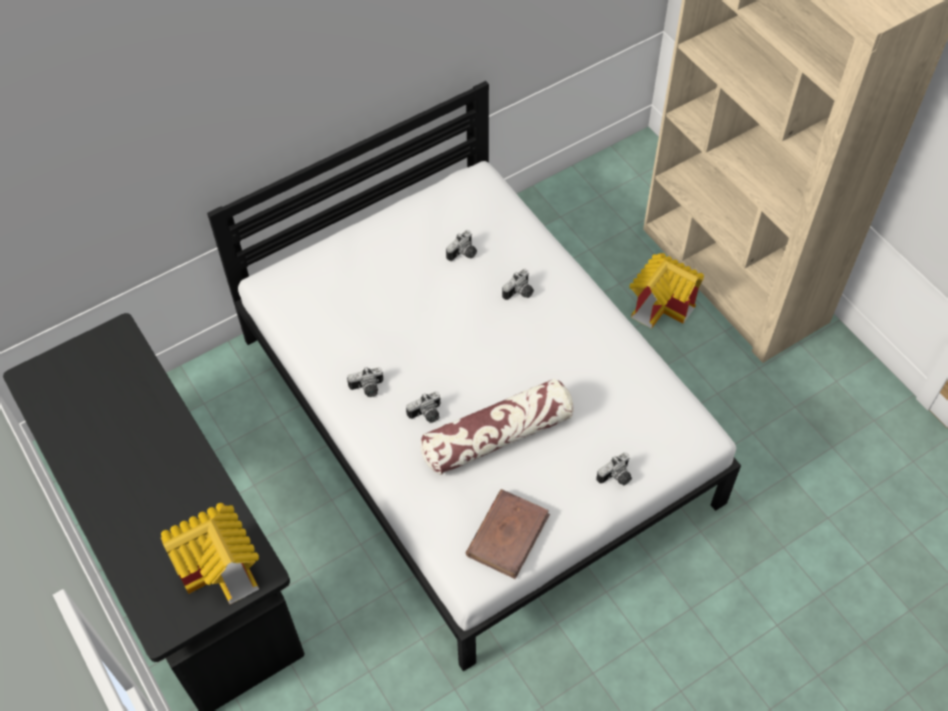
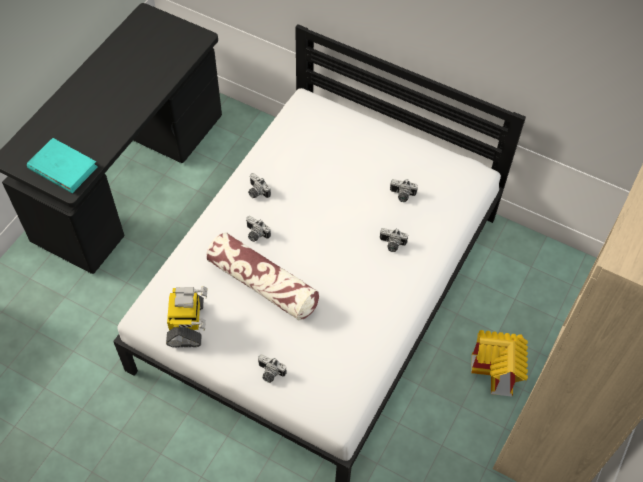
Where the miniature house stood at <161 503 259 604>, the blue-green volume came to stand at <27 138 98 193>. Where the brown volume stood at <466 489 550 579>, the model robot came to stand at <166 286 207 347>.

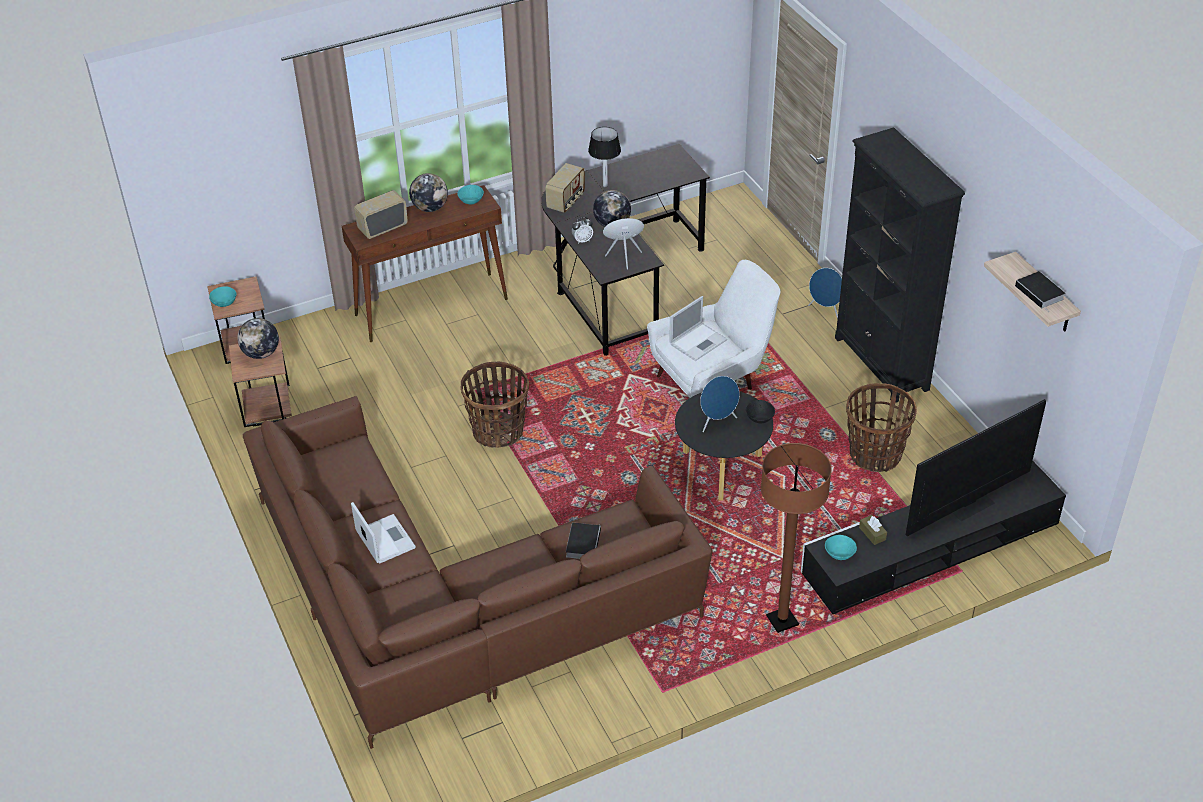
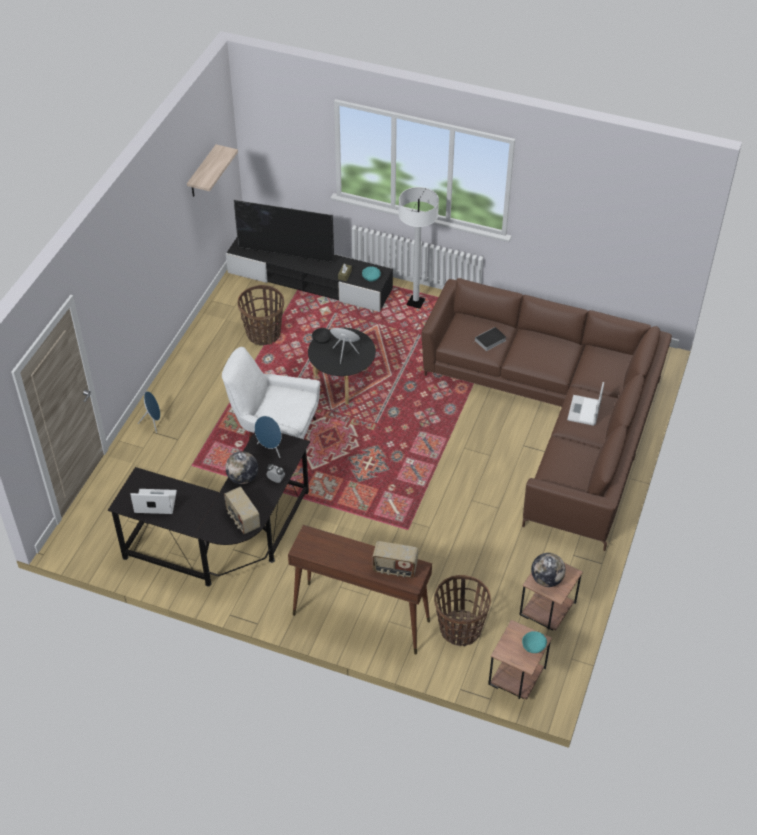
The second view lost the globe at <409 173 448 212>. The second view lost the blue-green deep dish at <457 185 484 204>. The second view lost the table lamp at <588 127 621 187>. The second view lost the black-coloured bookshelf at <835 127 965 403>. The second view lost the volume at <1015 271 1065 312>. The household basket ended up elsewhere, having gone from <461 362 529 448> to <434 575 491 646>. The notebook computer ended up elsewhere, having gone from <669 296 727 361> to <130 489 177 514>. What was the brown standing lamp at <761 443 832 633> turned into the white-coloured standing lamp at <398 187 439 309>. The radio at <545 163 585 213> ended up facing another way, 105 degrees counterclockwise from before.

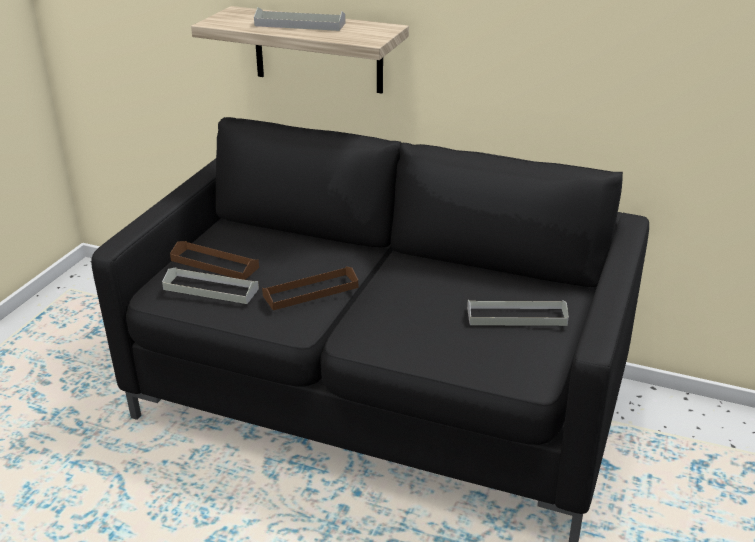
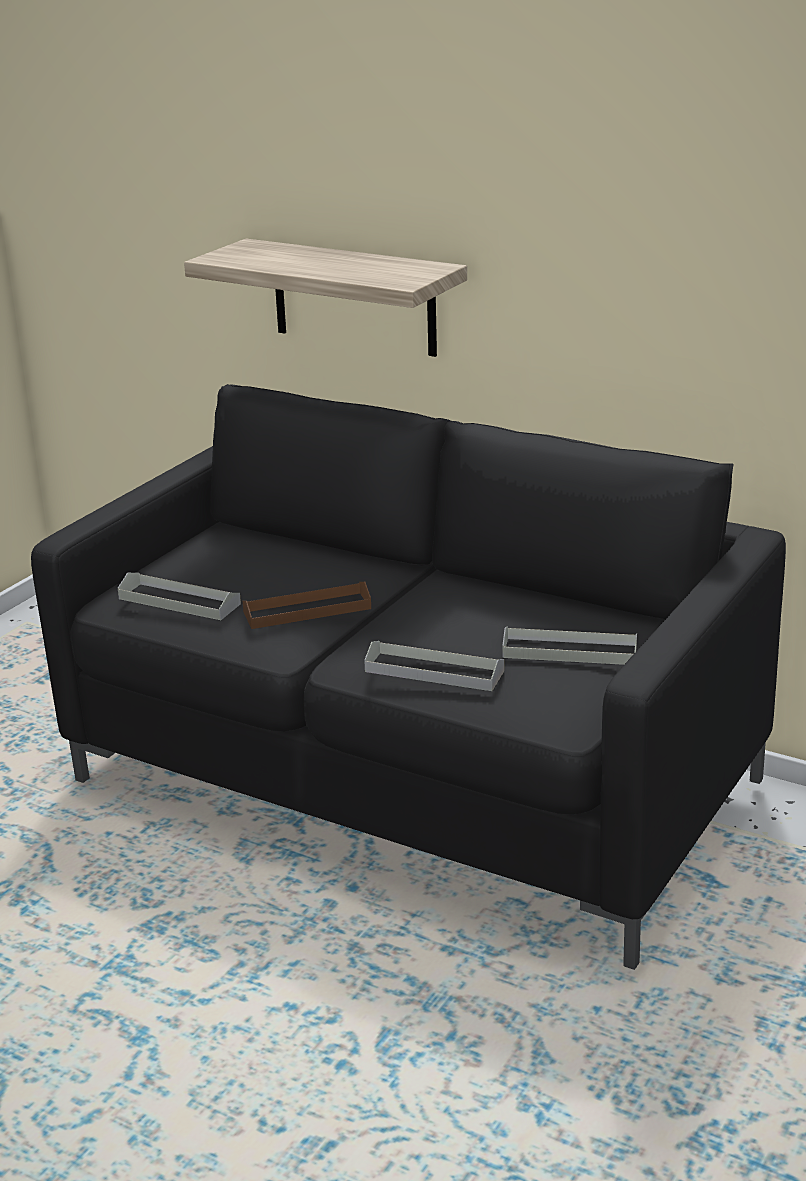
The second view lost the brown tray at <170 241 259 280>. The greyish tray ended up elsewhere, having gone from <254 7 346 31> to <364 641 504 691>.

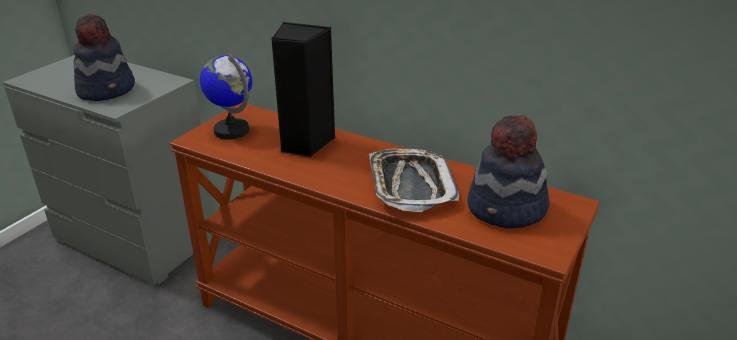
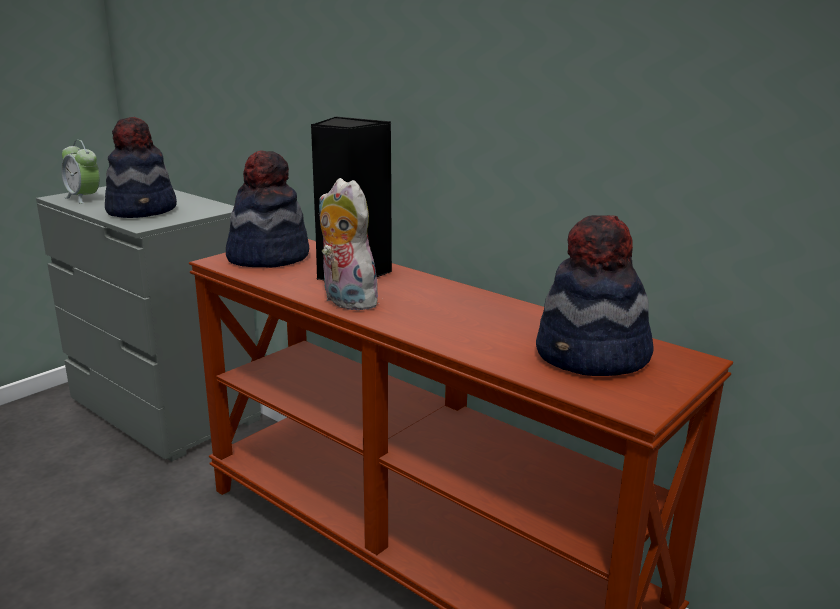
The second view lost the tray at <369 149 459 212>. The second view gained the table clock at <61 140 100 204>. The second view gained the cuddly toy at <319 178 379 311>. Where the globe stood at <200 54 252 139>, the hat came to stand at <226 151 309 268>.

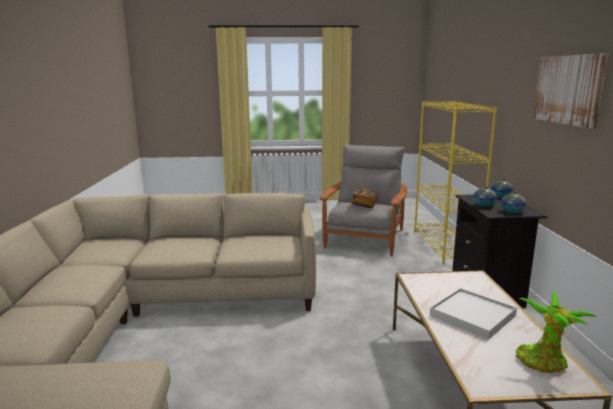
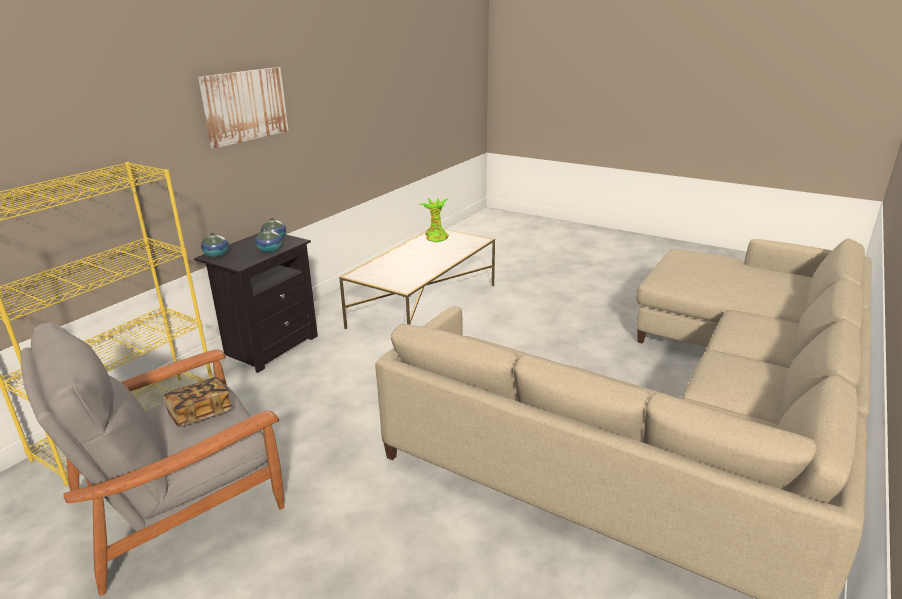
The second view lost the white-coloured tray at <430 288 517 340>.

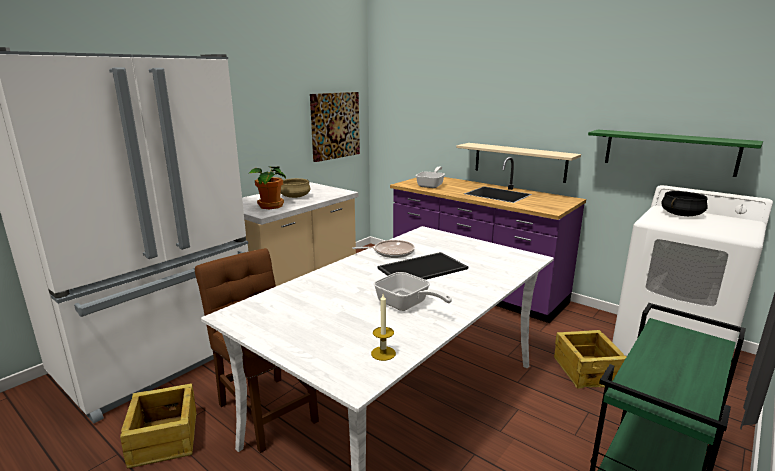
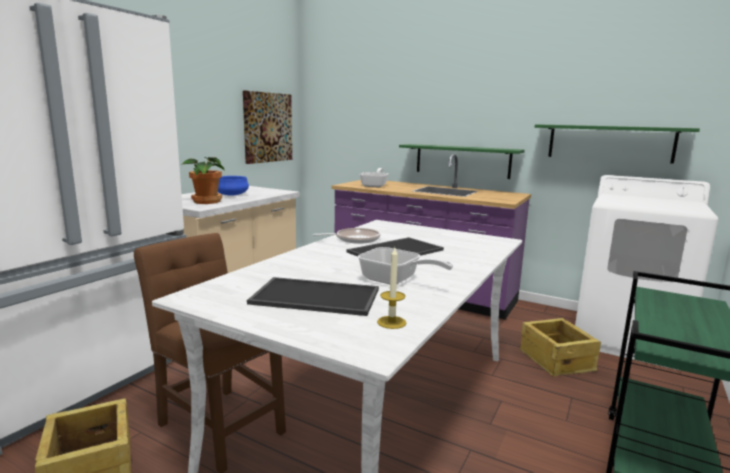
The second view lost the black-coloured stockpot at <661 191 708 216>. The second view gained the tray at <247 277 379 316>. What was the beige-coloured stockpot at <281 178 310 198> turned into the blue-coloured stockpot at <218 176 249 196>. What was the beige-coloured bracket shelf at <456 143 581 183> turned into the green-coloured bracket shelf at <399 144 525 179>.

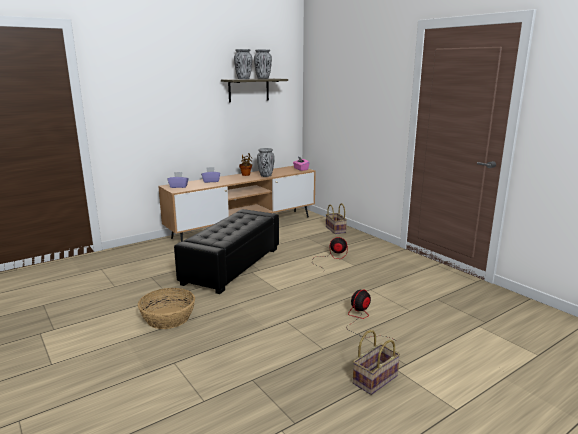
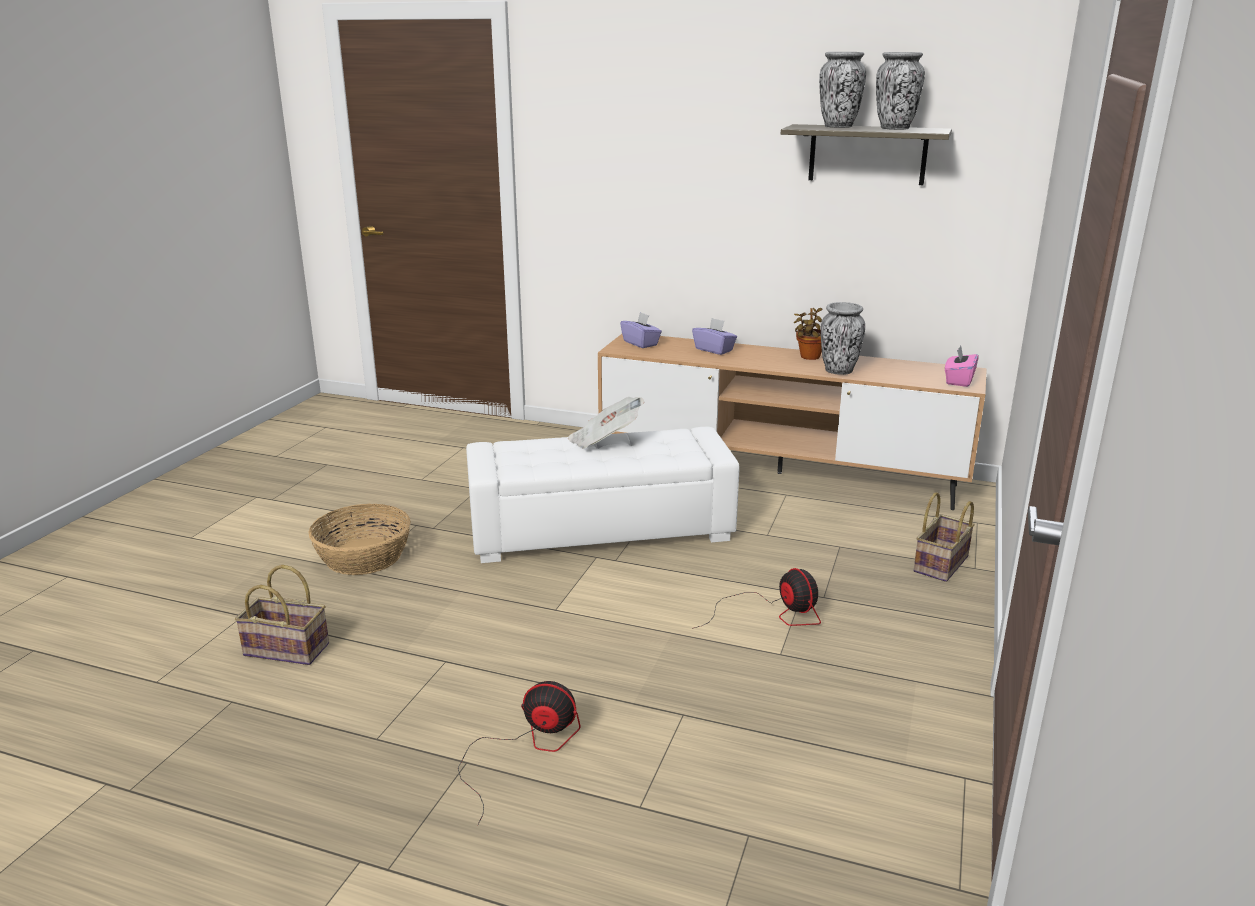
The second view gained the newspaper at <568 397 645 449>. The household basket ended up elsewhere, having gone from <353 330 400 395> to <235 565 329 665>. What was the black-coloured footrest at <174 209 279 294> turned into the white-coloured footrest at <466 427 739 563>.

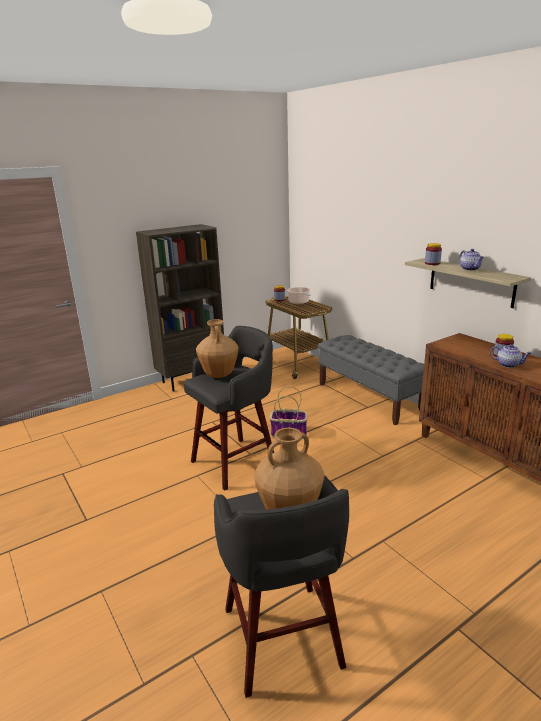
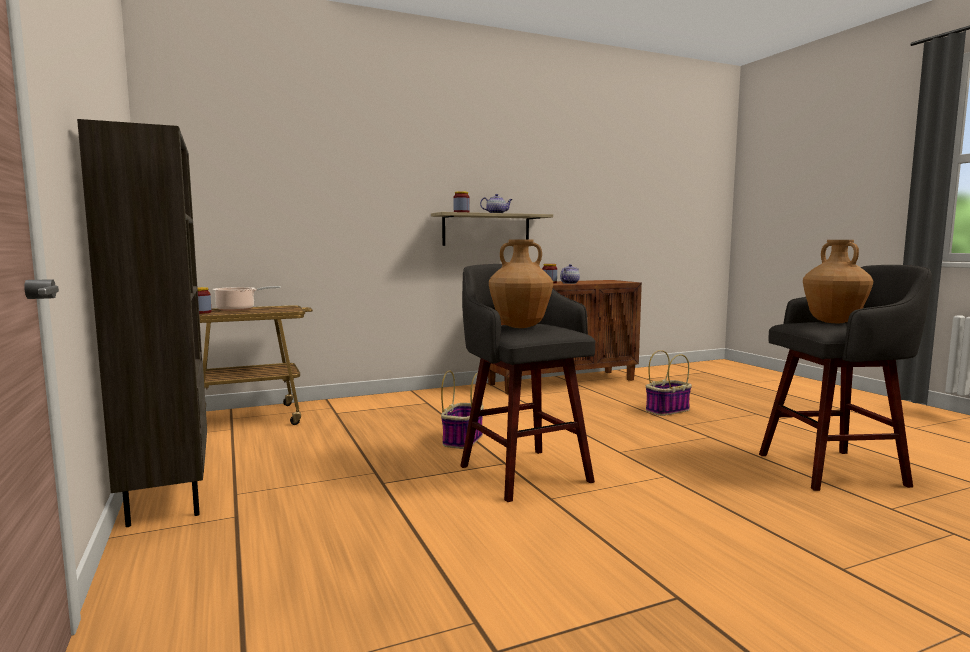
The second view lost the greyish bench at <318 335 424 425>. The second view gained the household basket at <646 350 692 416>.

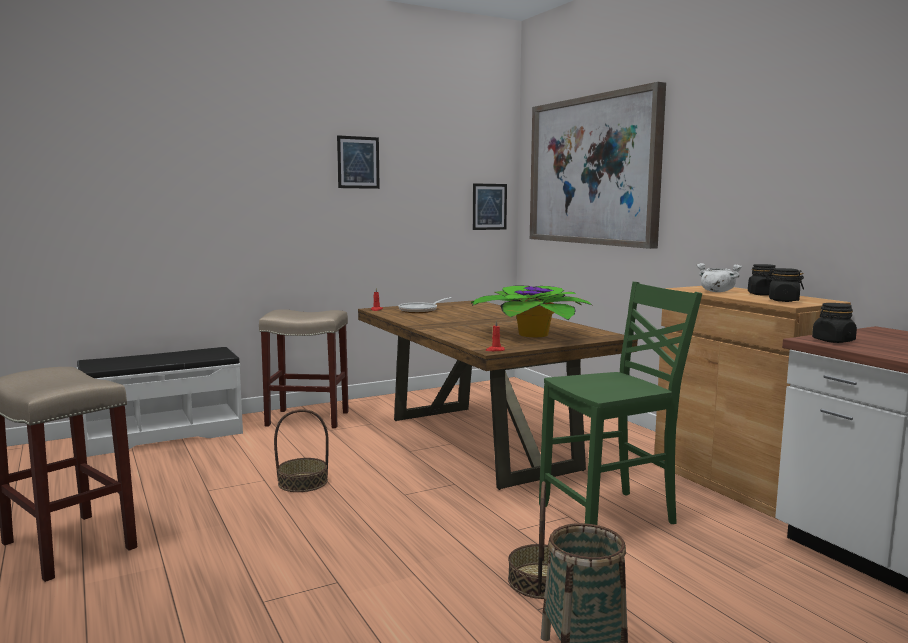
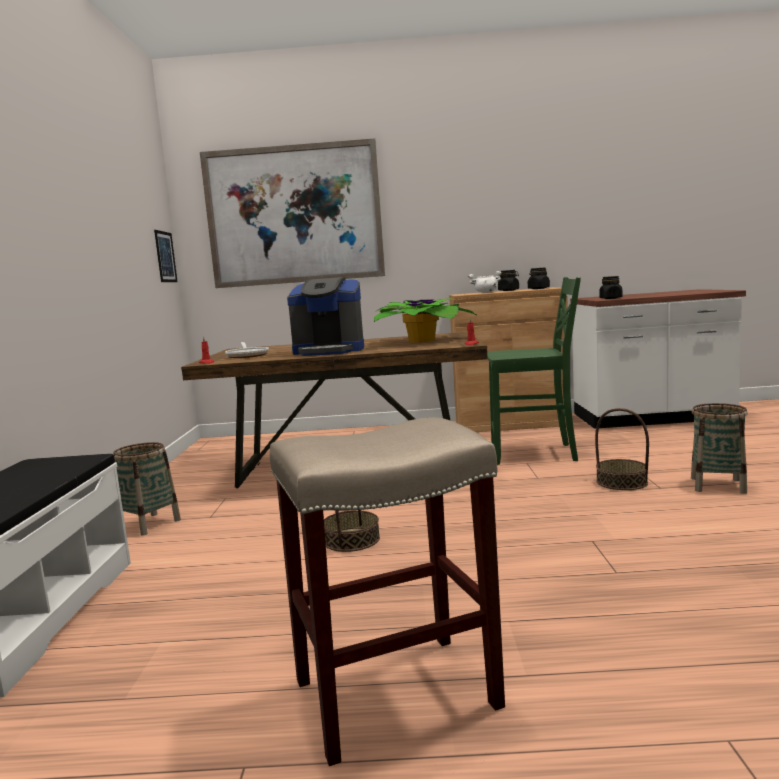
The second view lost the wall art at <337 135 380 189>. The second view gained the coffee maker at <287 277 364 356>. Where the beige-coloured stool stood at <259 309 349 428>, the household basket came to stand at <113 442 181 535>. The green-coloured upright chair at <539 282 702 525> ended up facing another way, 90 degrees clockwise from before.

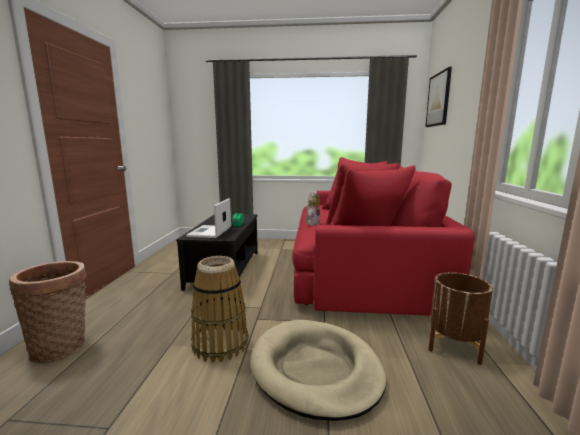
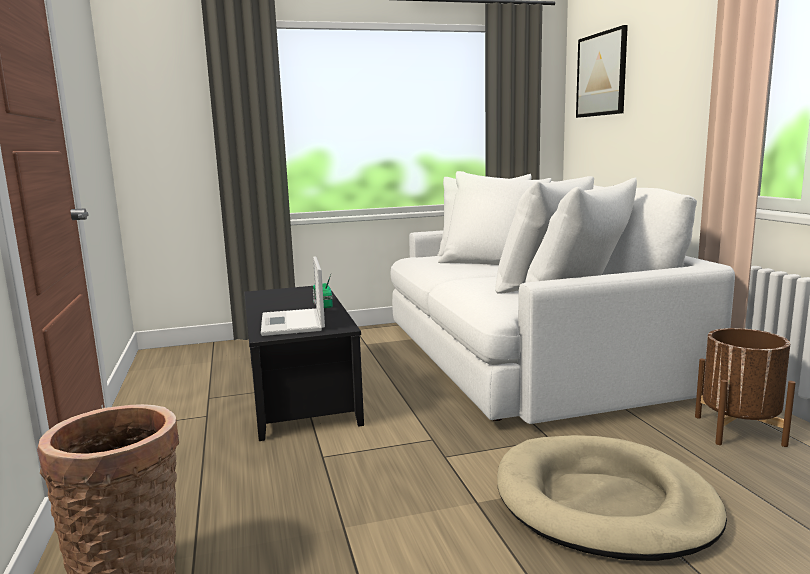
The second view lost the household basket at <191 256 248 363>. The second view lost the cuddly toy at <306 191 320 226>. What was the reddish couch at <292 157 475 316> turned into the white-coloured couch at <391 171 735 424>.

